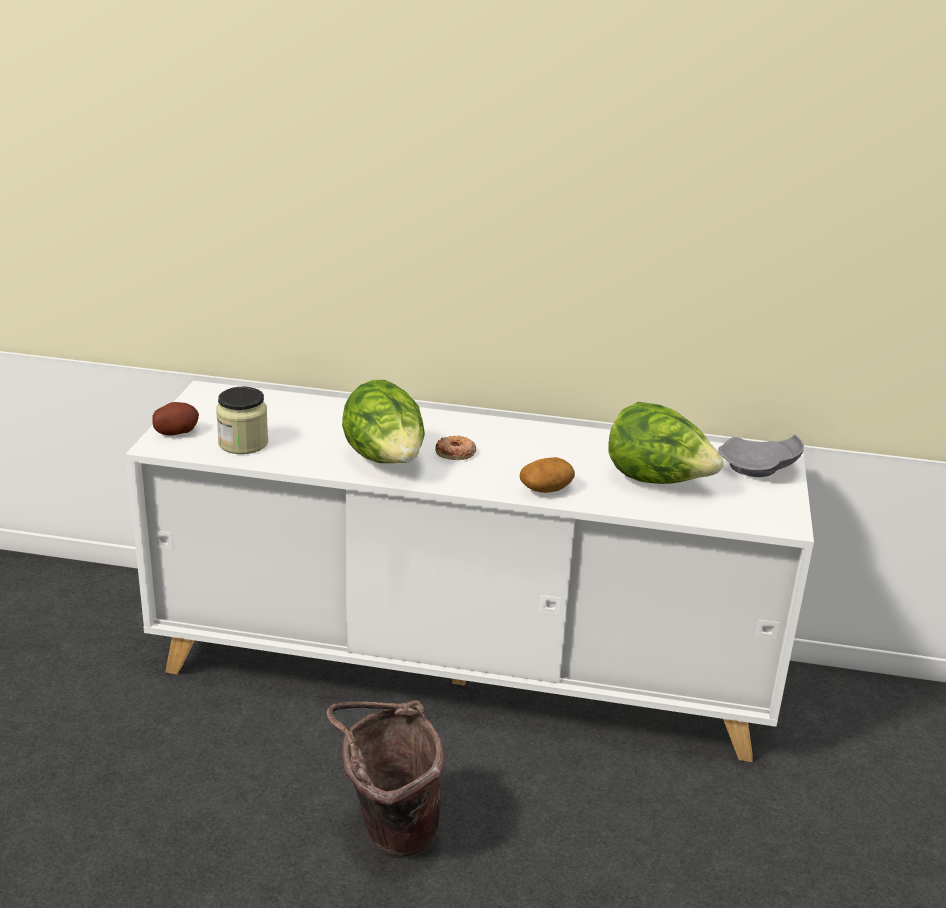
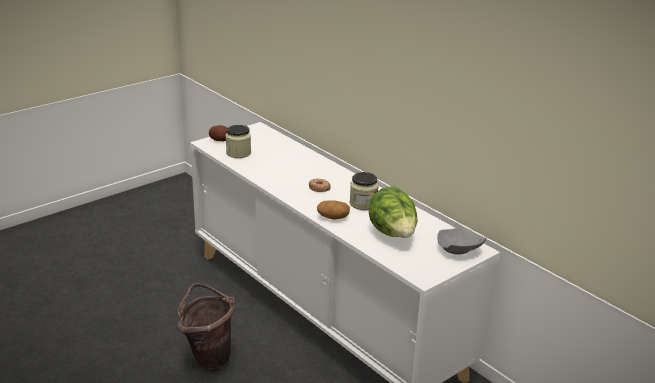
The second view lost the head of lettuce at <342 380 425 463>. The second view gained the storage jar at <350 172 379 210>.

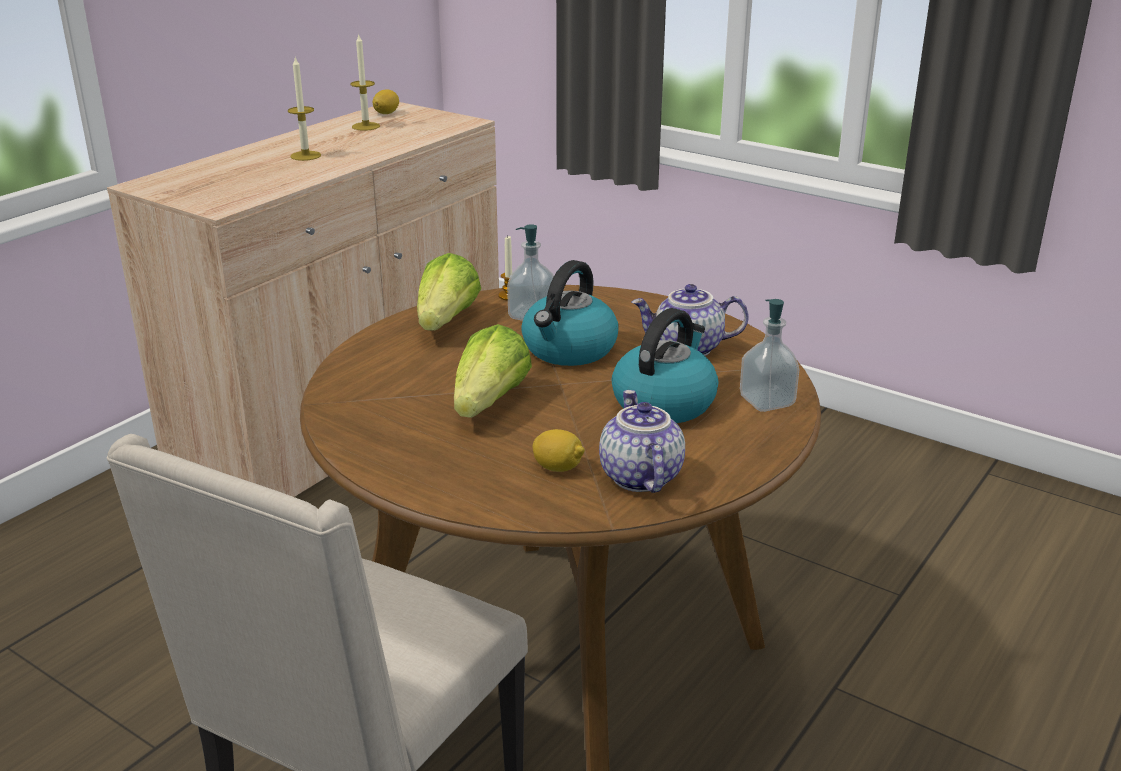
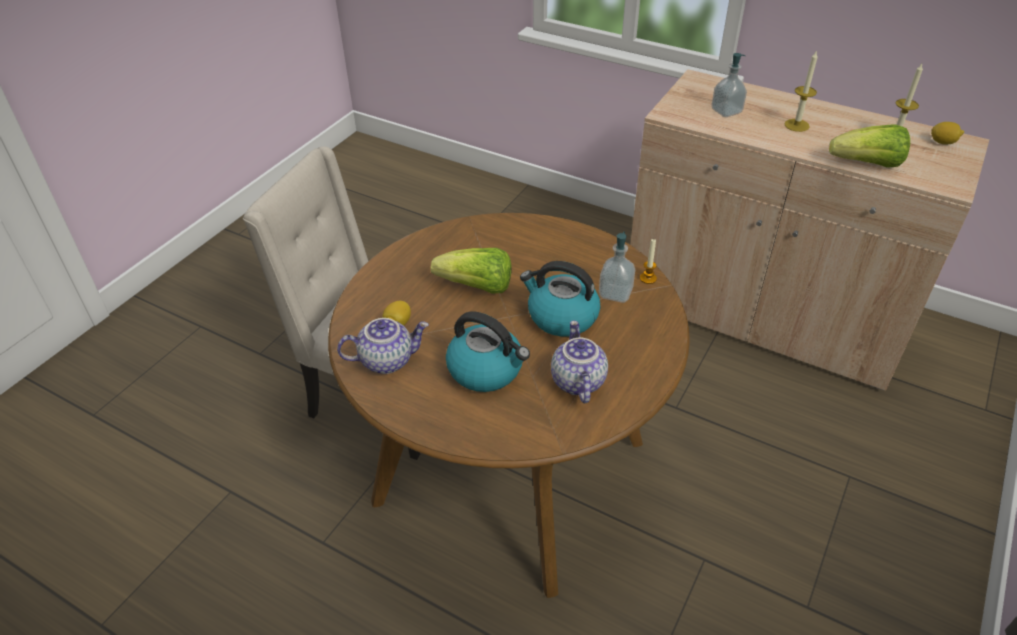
The head of lettuce ended up elsewhere, having gone from <417 253 481 331> to <829 124 910 168>. The soap dispenser ended up elsewhere, having gone from <740 299 799 412> to <711 53 747 117>.

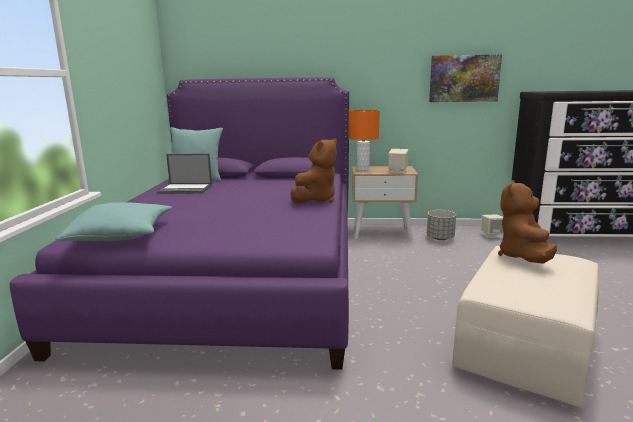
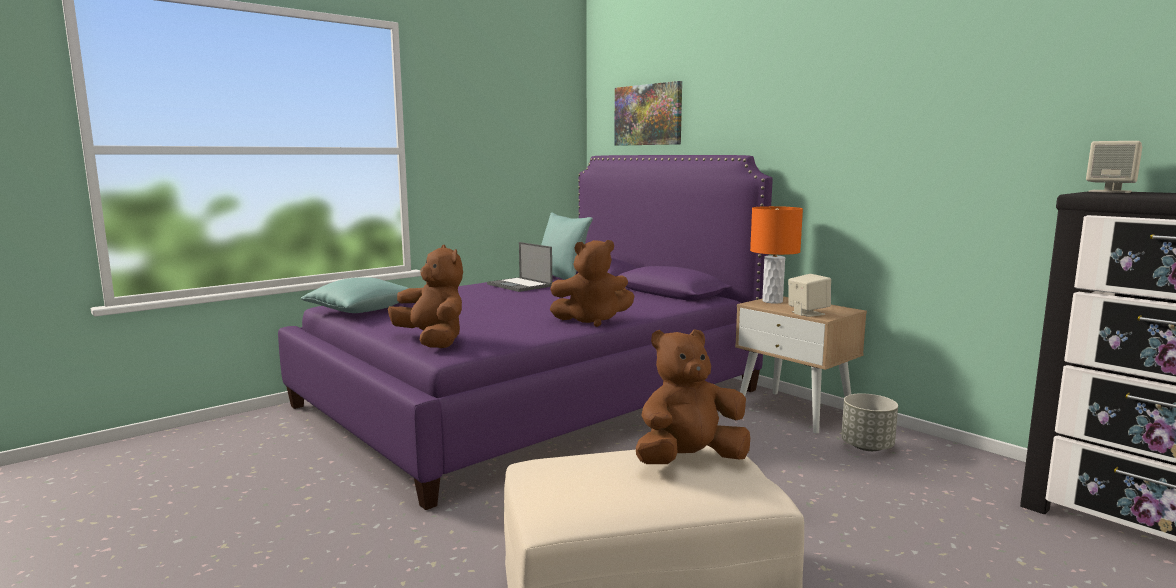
The second view gained the brown cuddly toy at <388 245 463 348>. The wall art ended up elsewhere, having gone from <429 54 502 102> to <614 81 682 146>. The beige-coloured loudspeaker ended up elsewhere, having gone from <481 214 504 238> to <1086 141 1142 193>.

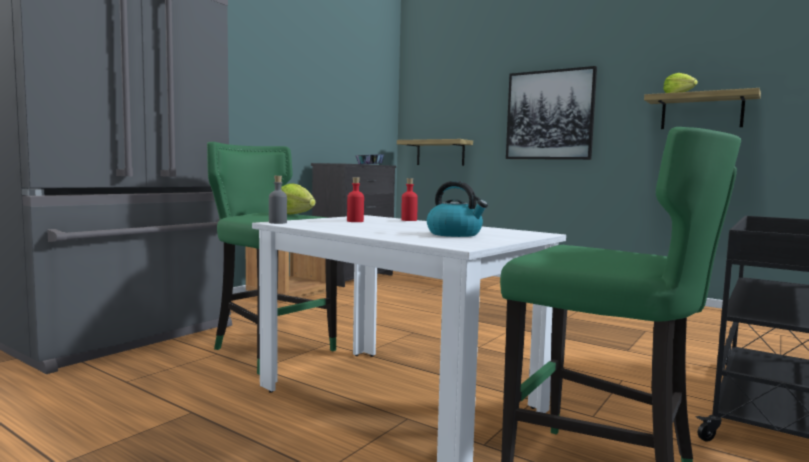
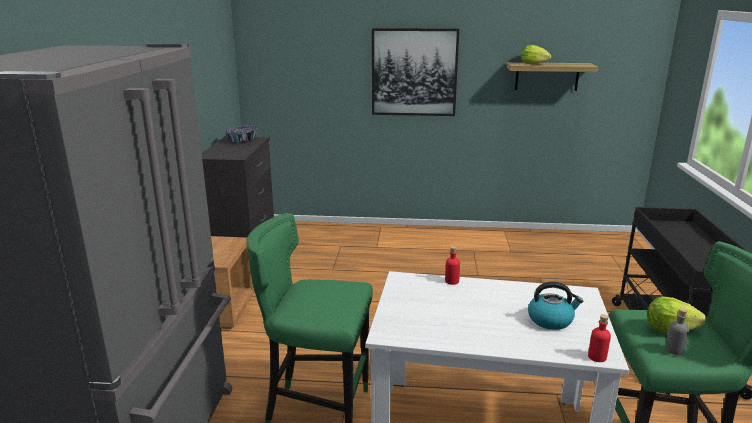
The second view lost the bracket shelf at <397 139 473 166>. The greyish beverage bottle ended up elsewhere, having gone from <269 176 287 224> to <665 308 689 355>. The head of lettuce ended up elsewhere, having gone from <281 183 316 214> to <647 297 707 333>. The reddish beverage bottle ended up elsewhere, having gone from <347 177 364 222> to <588 314 611 362>.

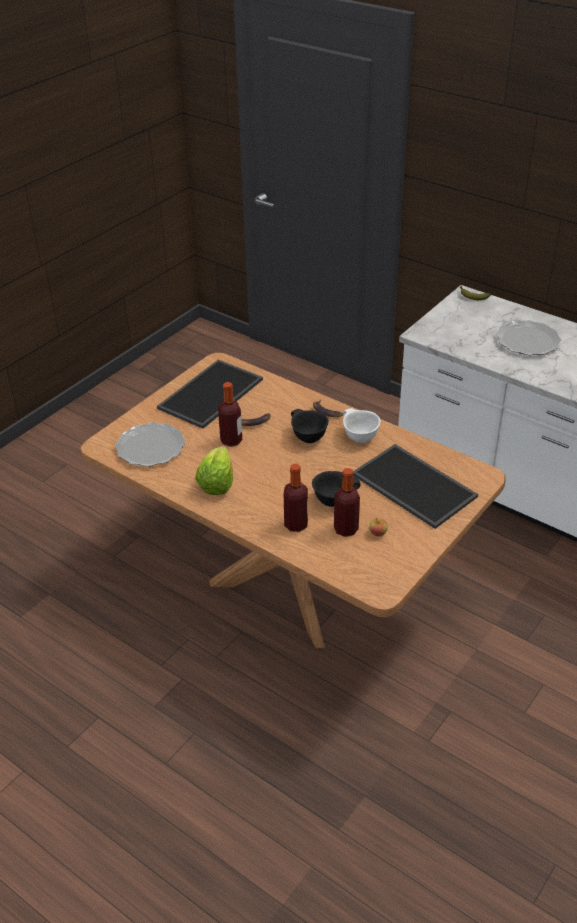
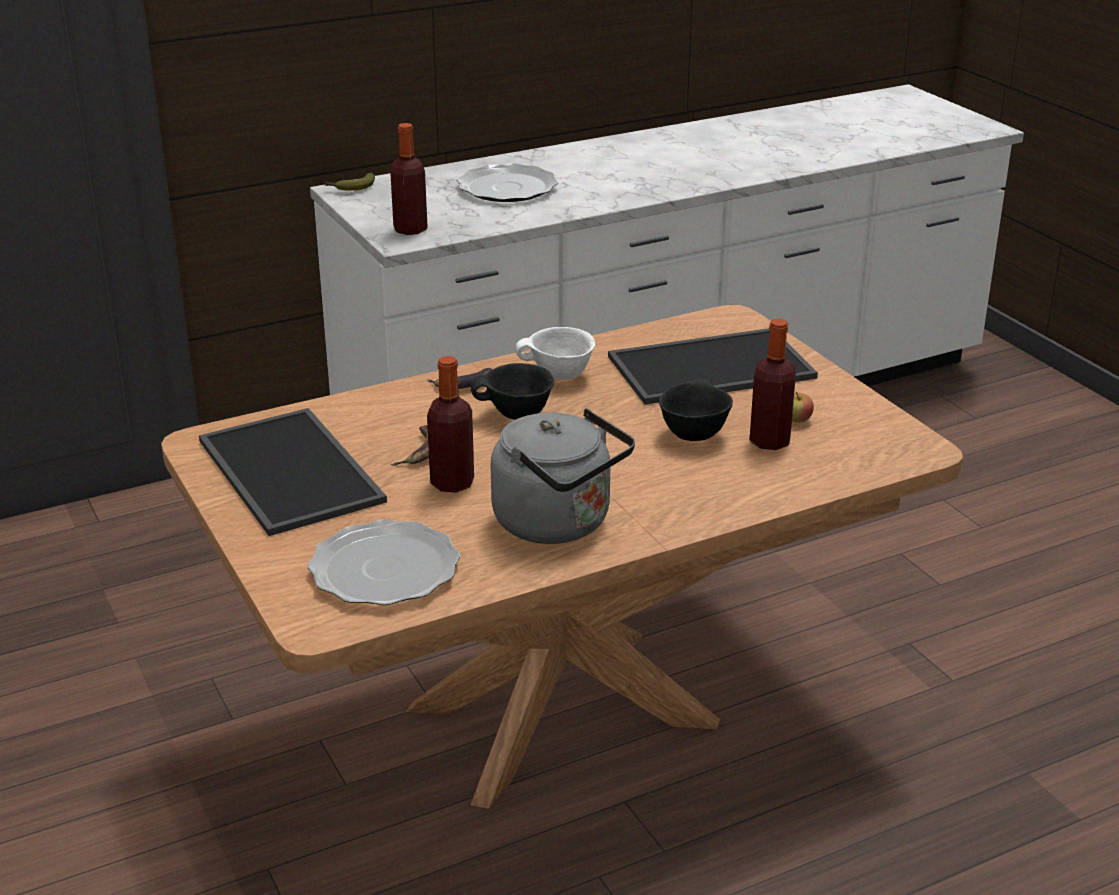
The beverage bottle ended up elsewhere, having gone from <284 464 308 532> to <390 123 428 235>. Where the head of lettuce stood at <195 446 233 495>, the greyish water kettle came to stand at <491 408 635 544>.

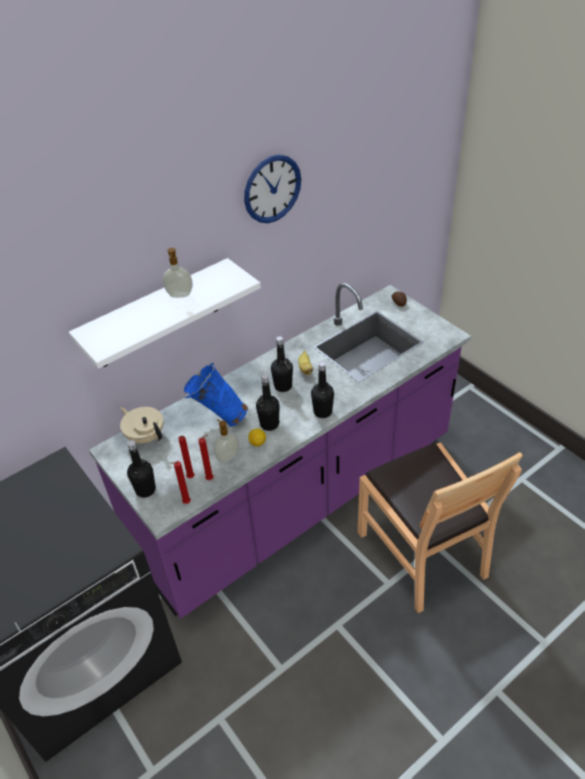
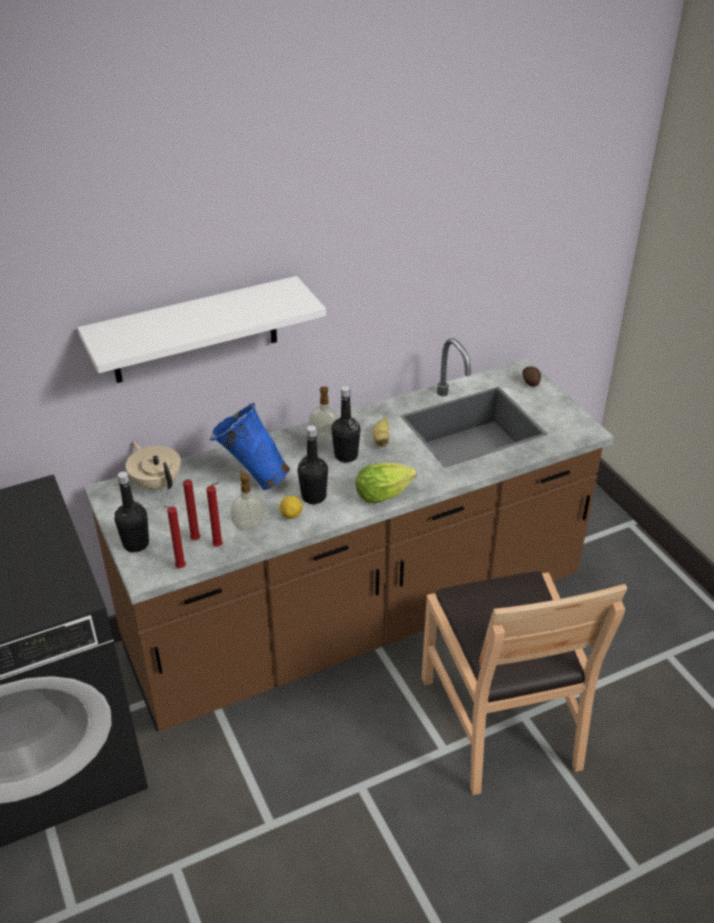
The second view lost the wall clock at <244 155 301 223>. The soap dispenser ended up elsewhere, having gone from <162 248 193 298> to <309 386 340 440>. Where the black-coloured beverage bottle stood at <311 361 334 418>, the head of lettuce came to stand at <355 463 417 503>. What was the purple-coloured kitchen base unit at <89 283 471 618> turned into the brown kitchen base unit at <84 338 614 732>.

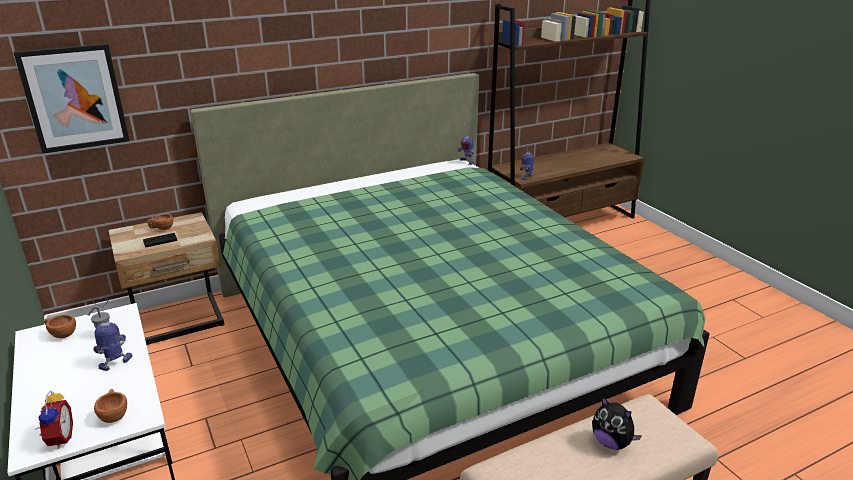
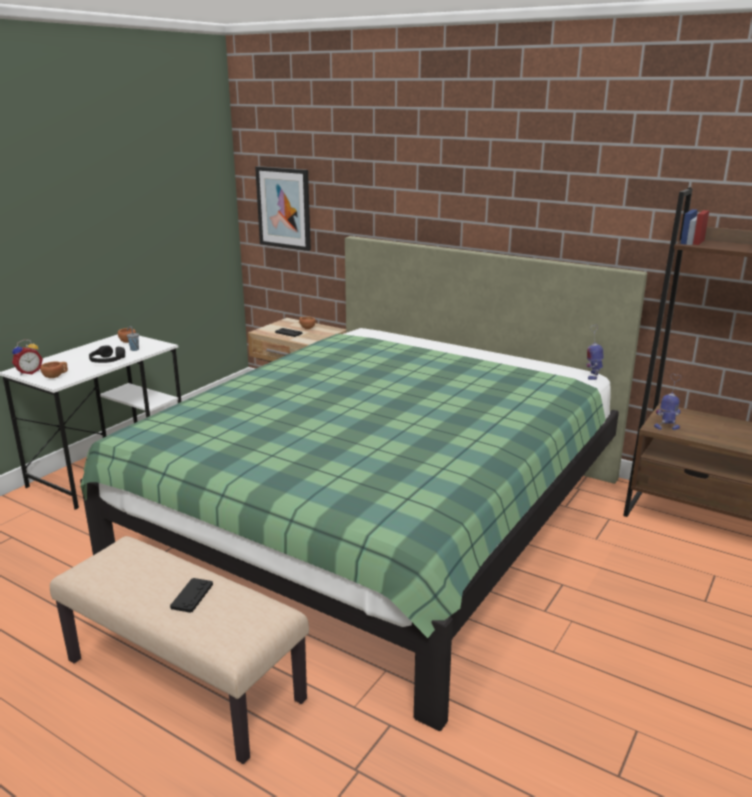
Where the model robot stood at <93 297 132 371>, the black-coloured headphones came to stand at <89 345 125 363>. Where the cuddly toy stood at <592 396 642 450>, the black-coloured gamepad came to stand at <170 578 213 613>.

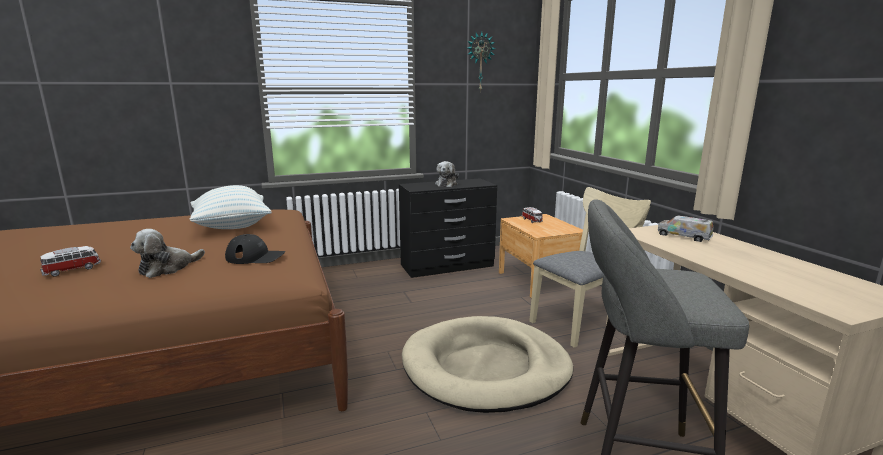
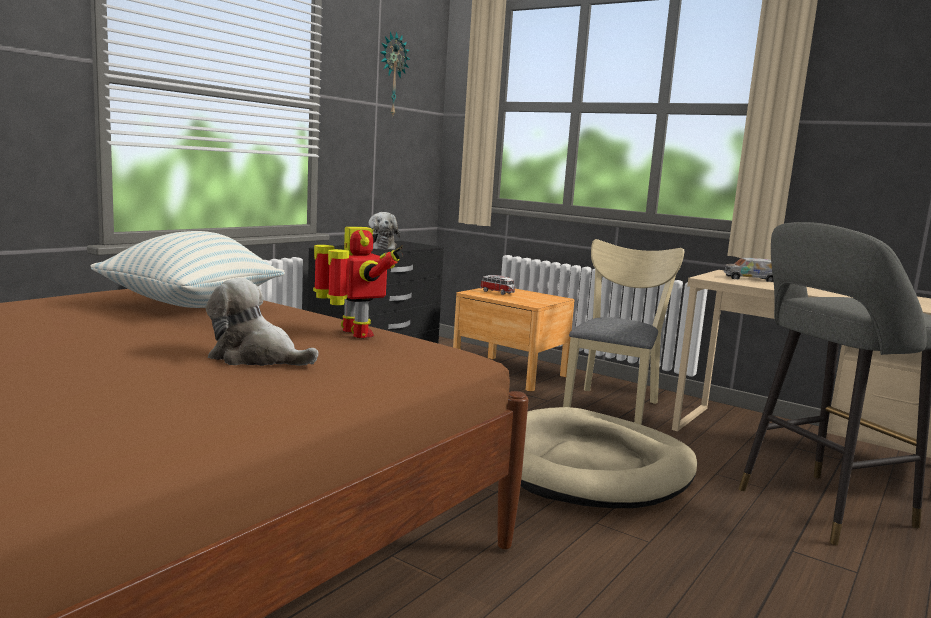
The second view lost the toy car at <40 246 101 277>. Where the black-coloured baseball cap stood at <225 234 285 264>, the model robot came to stand at <313 227 403 338>. The cuddly toy at <130 229 205 278> ended up facing another way, 105 degrees clockwise from before.

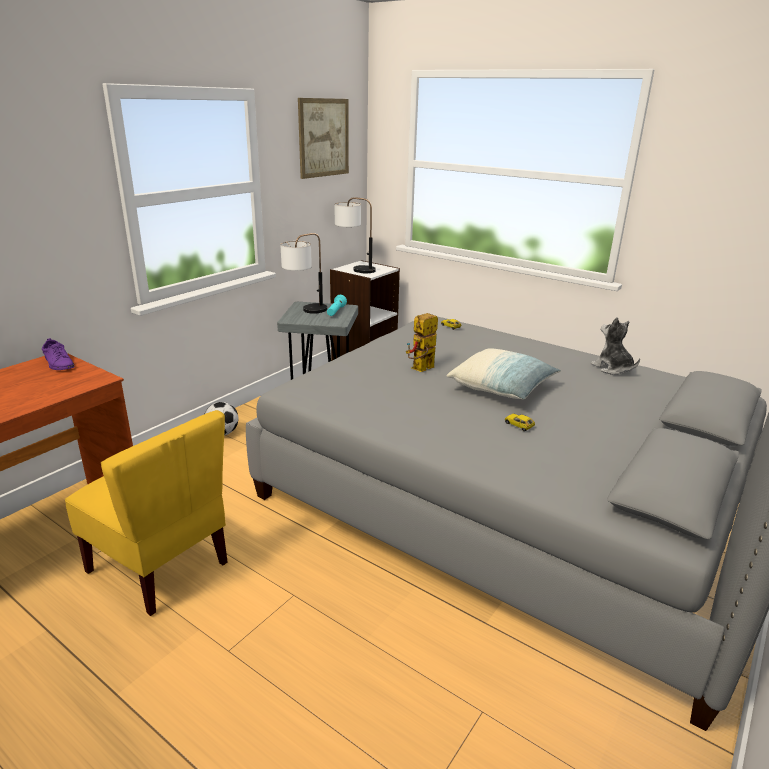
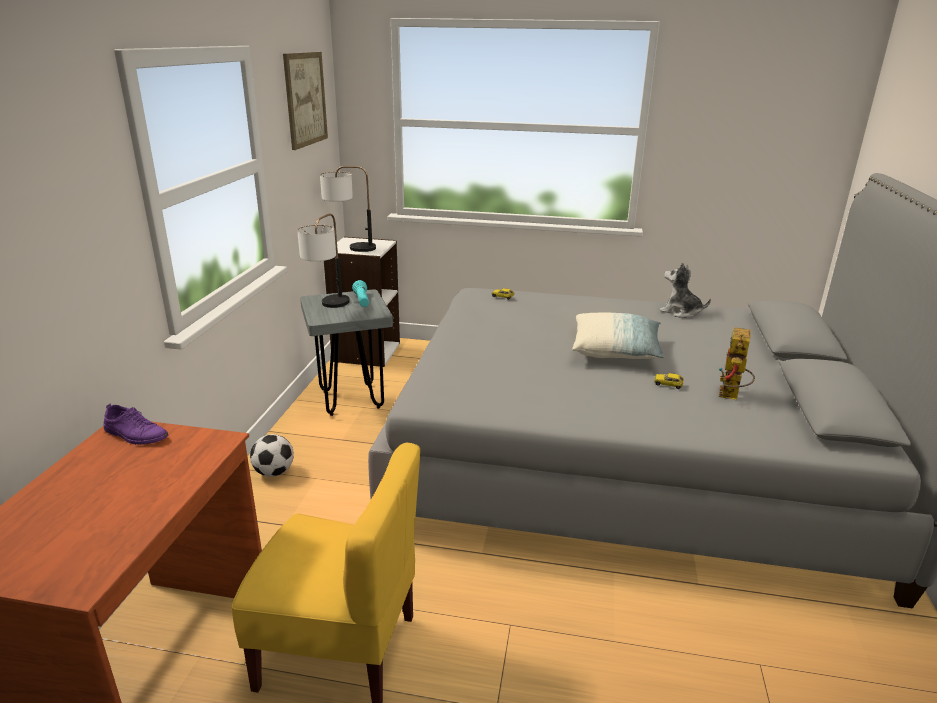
The model robot ended up elsewhere, having gone from <406 313 438 372> to <719 327 755 400>.

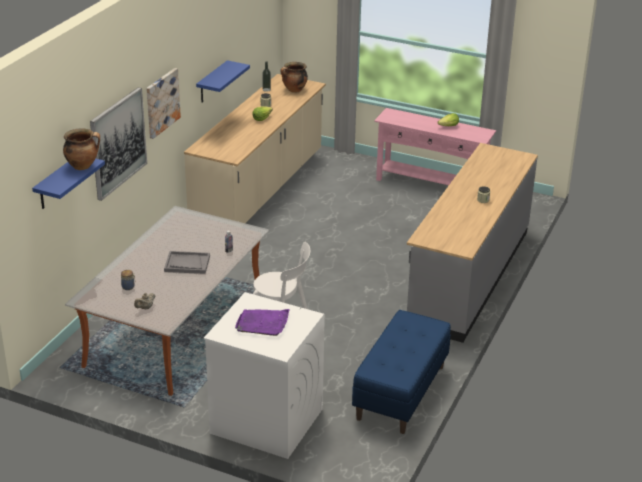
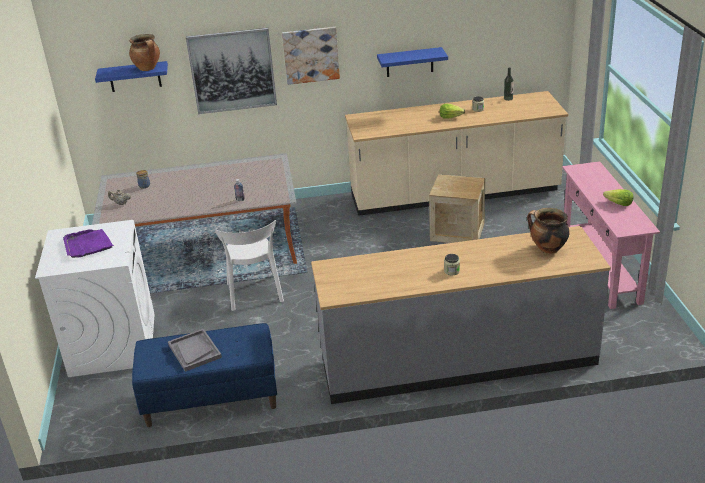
The second view gained the packing crate at <429 174 485 243>. The greyish tray ended up elsewhere, having gone from <164 251 210 274> to <168 329 222 372>. The stockpot ended up elsewhere, having gone from <280 62 308 93> to <527 208 570 254>.

